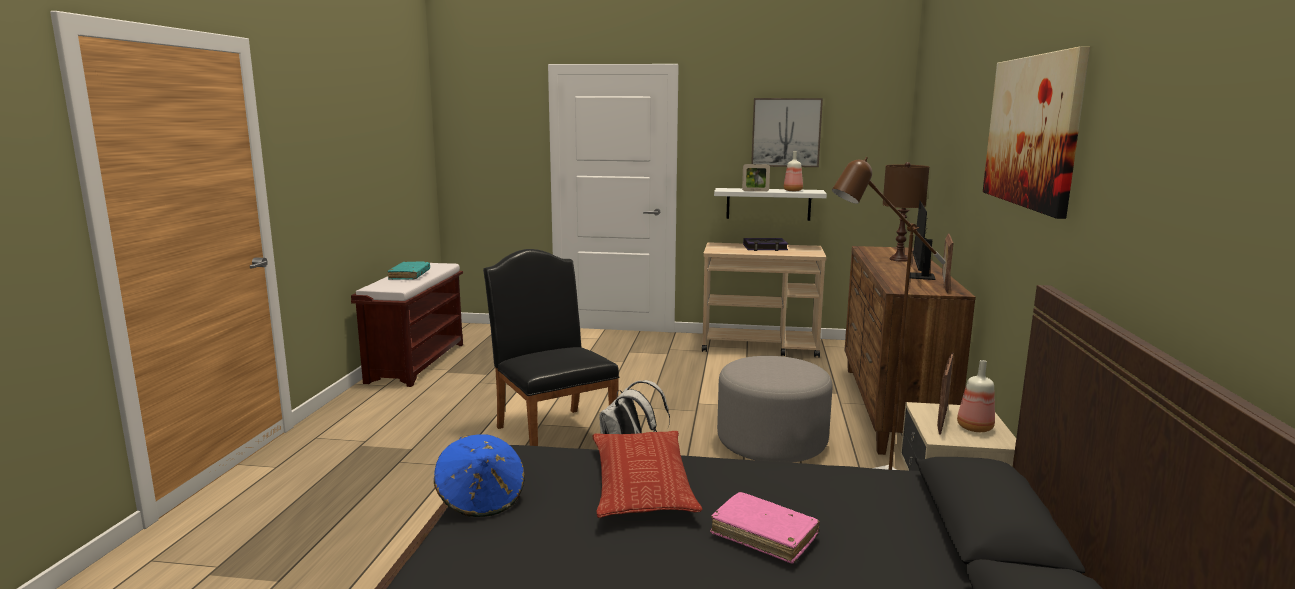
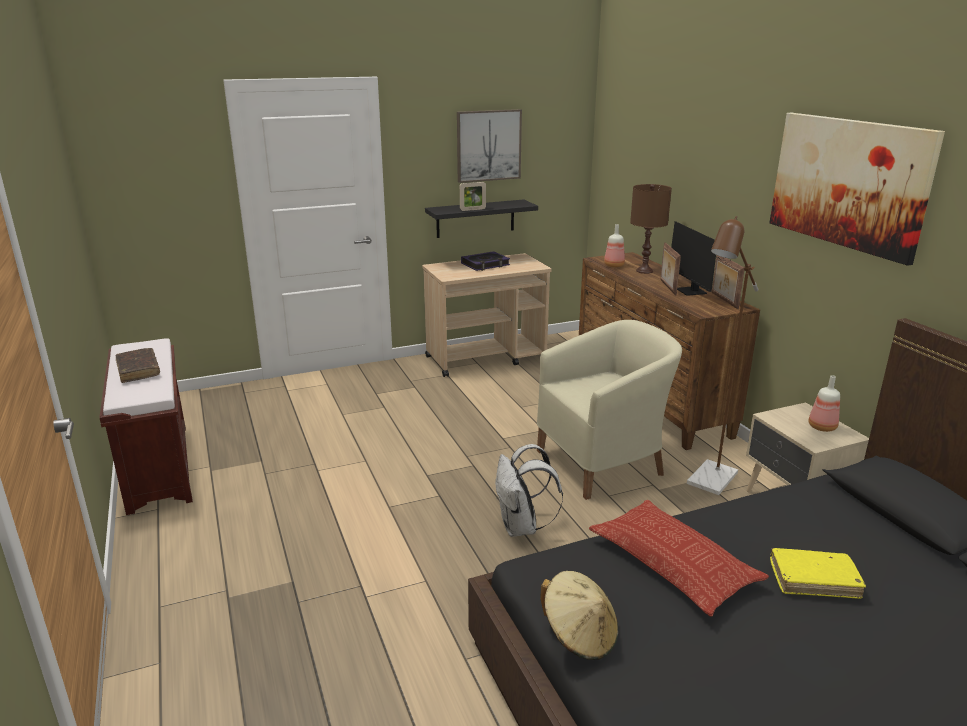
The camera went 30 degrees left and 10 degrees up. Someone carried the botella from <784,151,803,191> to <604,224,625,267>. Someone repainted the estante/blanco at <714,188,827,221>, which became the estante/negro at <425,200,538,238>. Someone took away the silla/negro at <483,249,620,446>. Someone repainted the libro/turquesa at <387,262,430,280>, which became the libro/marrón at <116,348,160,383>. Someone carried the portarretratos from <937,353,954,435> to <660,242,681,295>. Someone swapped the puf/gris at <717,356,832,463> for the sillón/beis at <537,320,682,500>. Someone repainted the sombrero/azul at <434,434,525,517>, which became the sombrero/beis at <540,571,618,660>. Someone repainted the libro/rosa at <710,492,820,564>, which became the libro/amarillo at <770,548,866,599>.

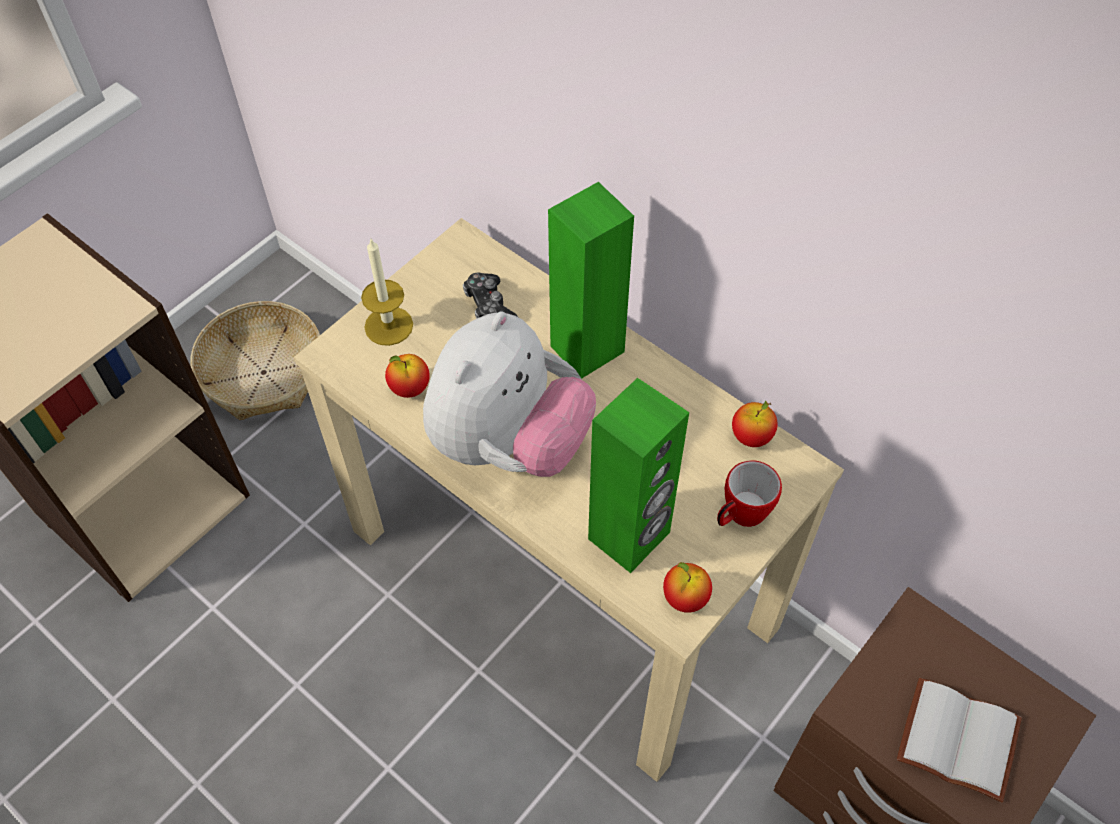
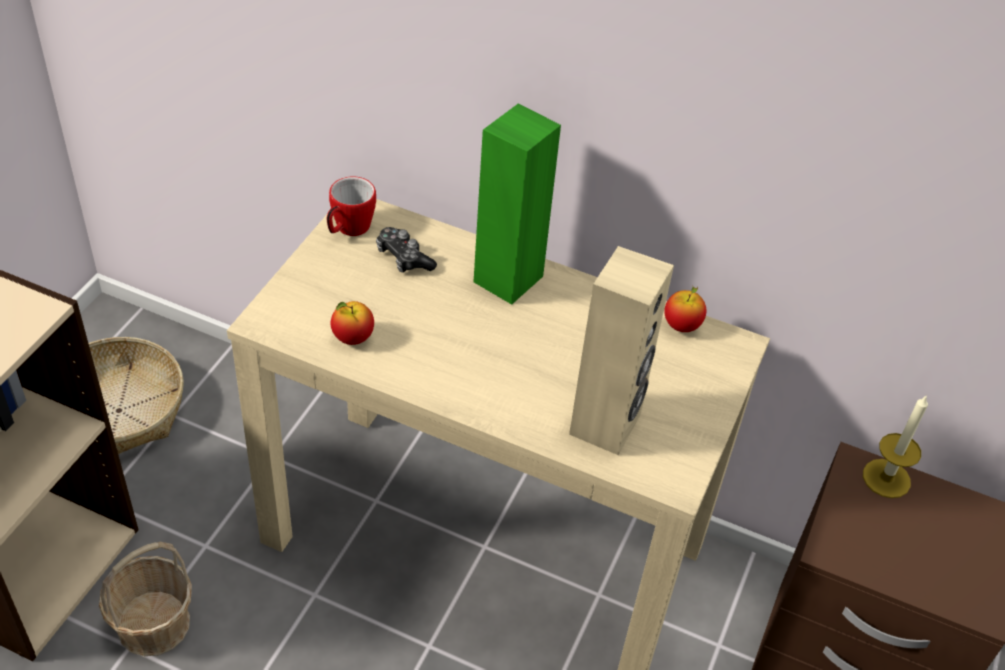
The camera went 20 degrees left and 10 degrees down. Someone carried the vela from <361,239,413,346> to <863,394,928,498>. Someone took away the peluche at <423,311,596,477>. Someone repainted the altavoz/verde at <588,378,689,573>, which became the altavoz/beis at <569,246,674,455>. Someone carried the taza grande from <717,460,782,527> to <327,176,376,236>. Someone took away the manzana at <663,562,712,613>. Someone took away the libro/blanco at <897,678,1022,802>. Someone put down the cesta at <99,542,192,656>.

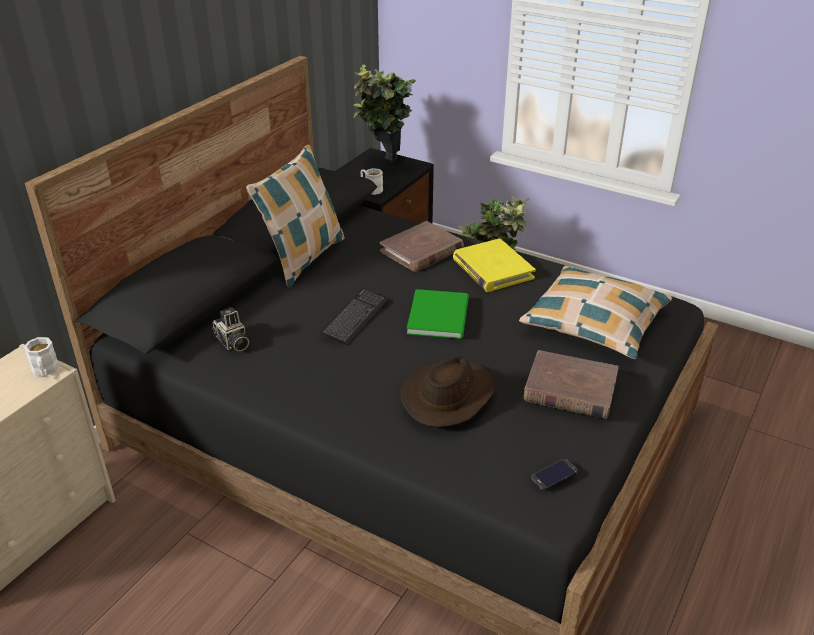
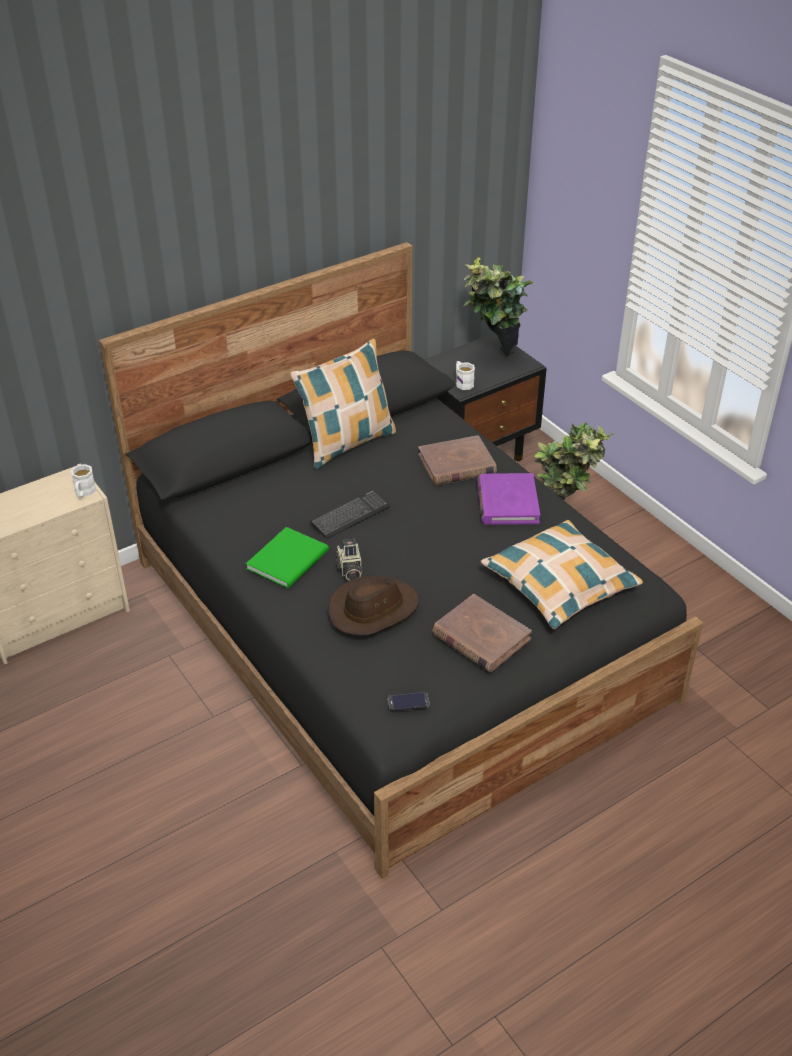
The camera went 25 degrees right and 5 degrees up. Someone repainted the libro/amarillo at <453,238,536,292>, which became the libro/morado at <477,473,540,525>. Someone carried the libro/verde from <407,289,469,339> to <246,527,329,588>. Someone carried the cámara from <212,307,249,351> to <336,539,362,581>.

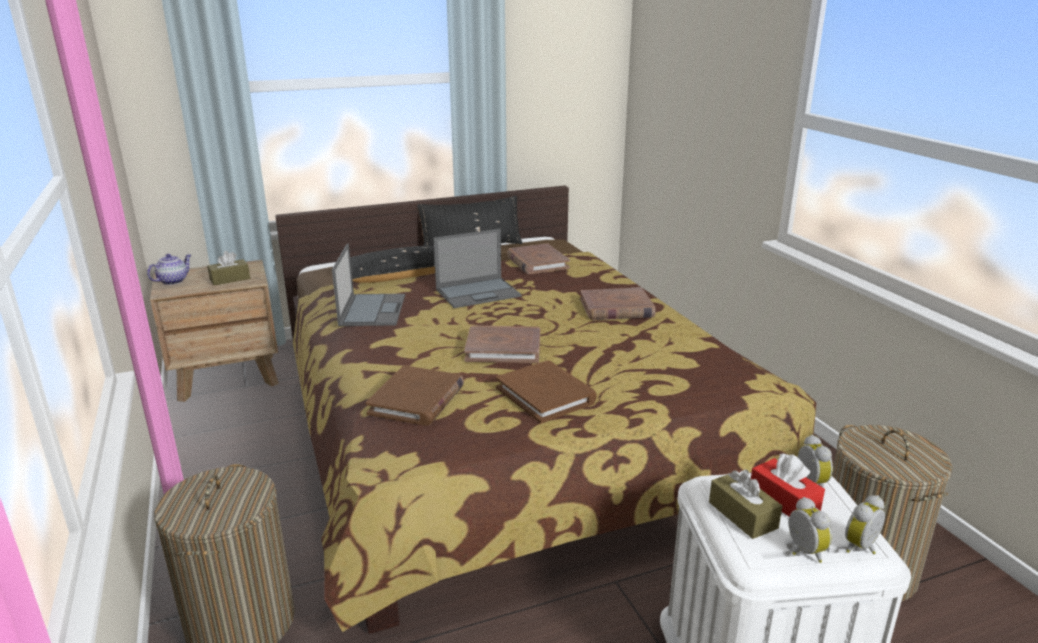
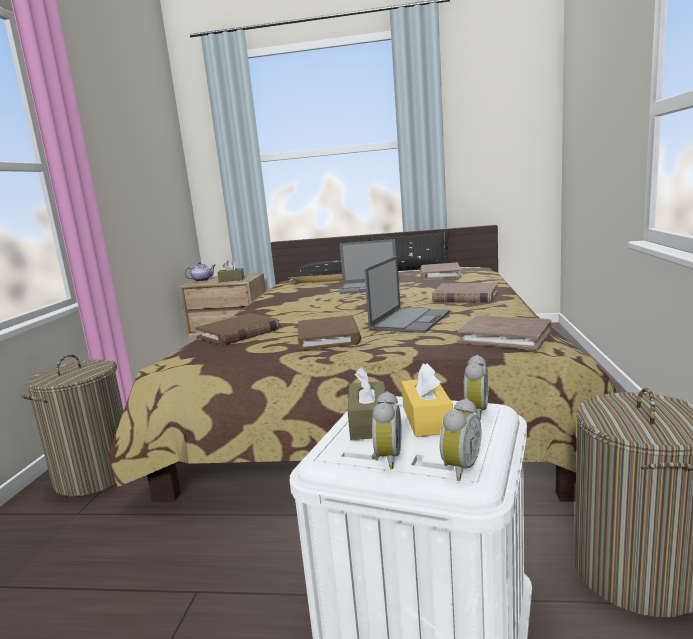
The camera went 30 degrees right and 10 degrees down. Someone carried the portátil from <332,244,405,326> to <364,256,450,333>. Someone carried the libro/marrón from <464,325,540,363> to <457,315,552,350>. Someone repainted the caja de pañuelos/rojo at <751,453,825,517>, which became the caja de pañuelos/amarillo at <401,363,453,437>. Someone rotated the despertador at <845,495,885,554> by 135 degrees clockwise.

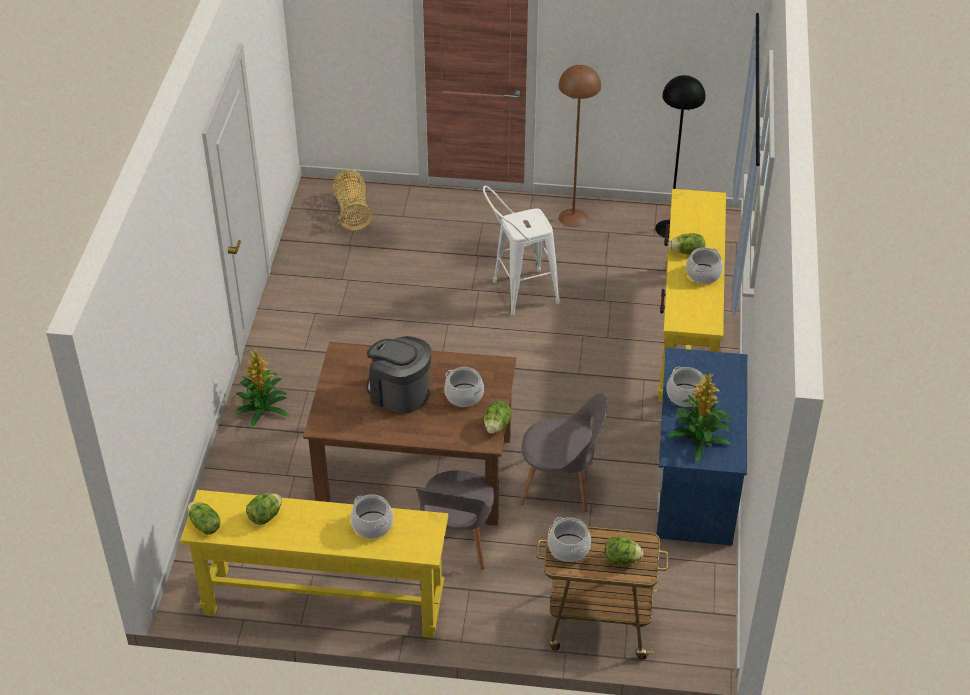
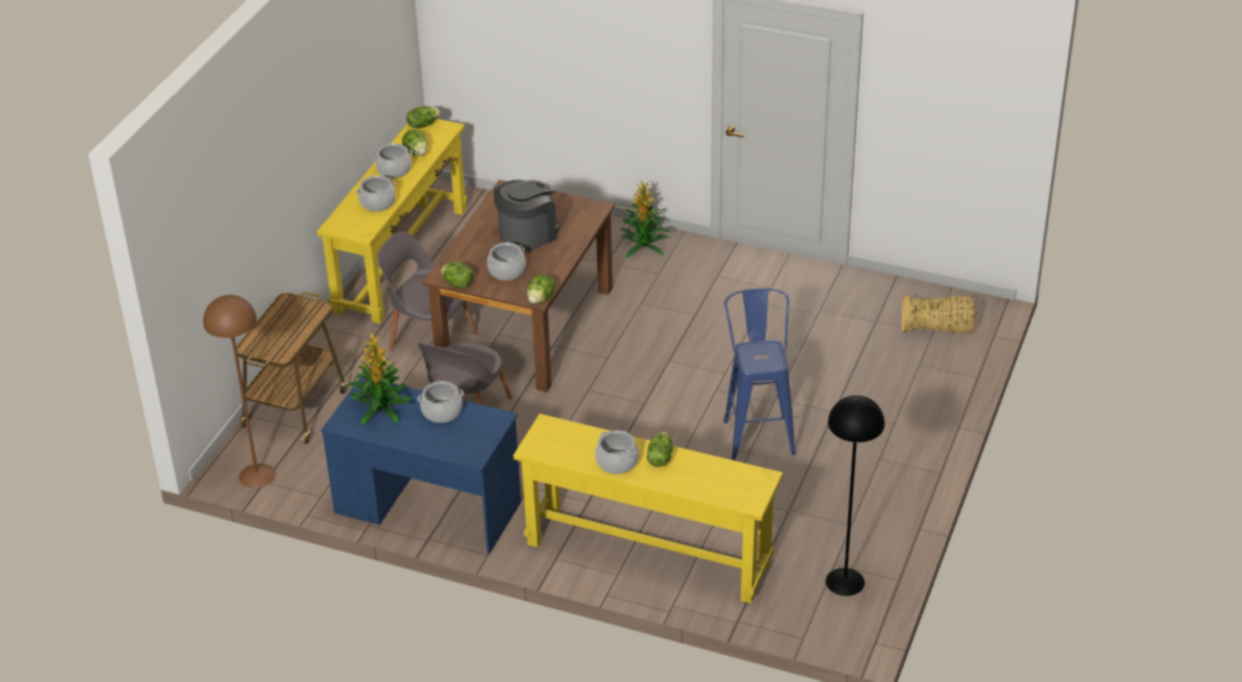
The camera went 105 degrees right and 5 degrees down. Someone carried the lámpara de pie/marrón from <559,65,601,227> to <203,295,276,488>. Someone repainted the taburete/blanco at <483,186,560,315>, which became the taburete/azul at <723,288,796,460>. Someone carried the olla from <548,517,591,562> to <373,143,413,178>. Someone carried the lechuga from <605,537,643,565> to <526,274,555,304>.

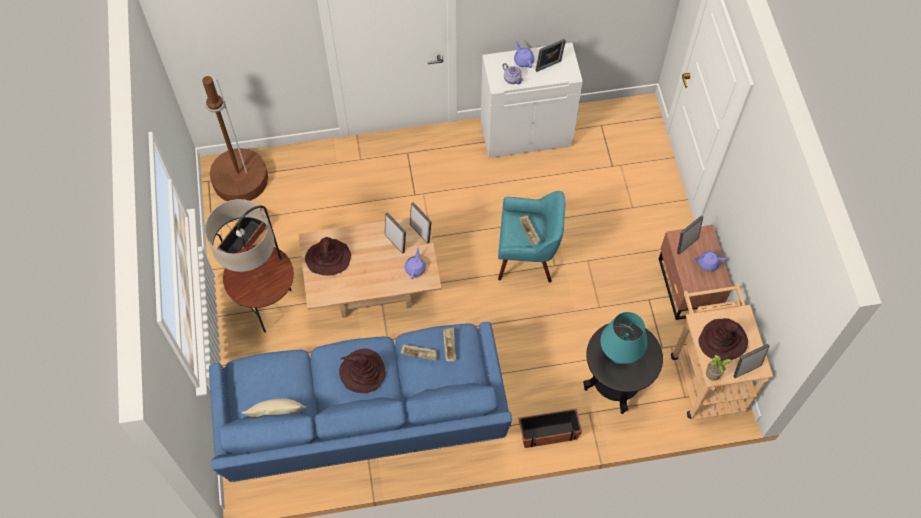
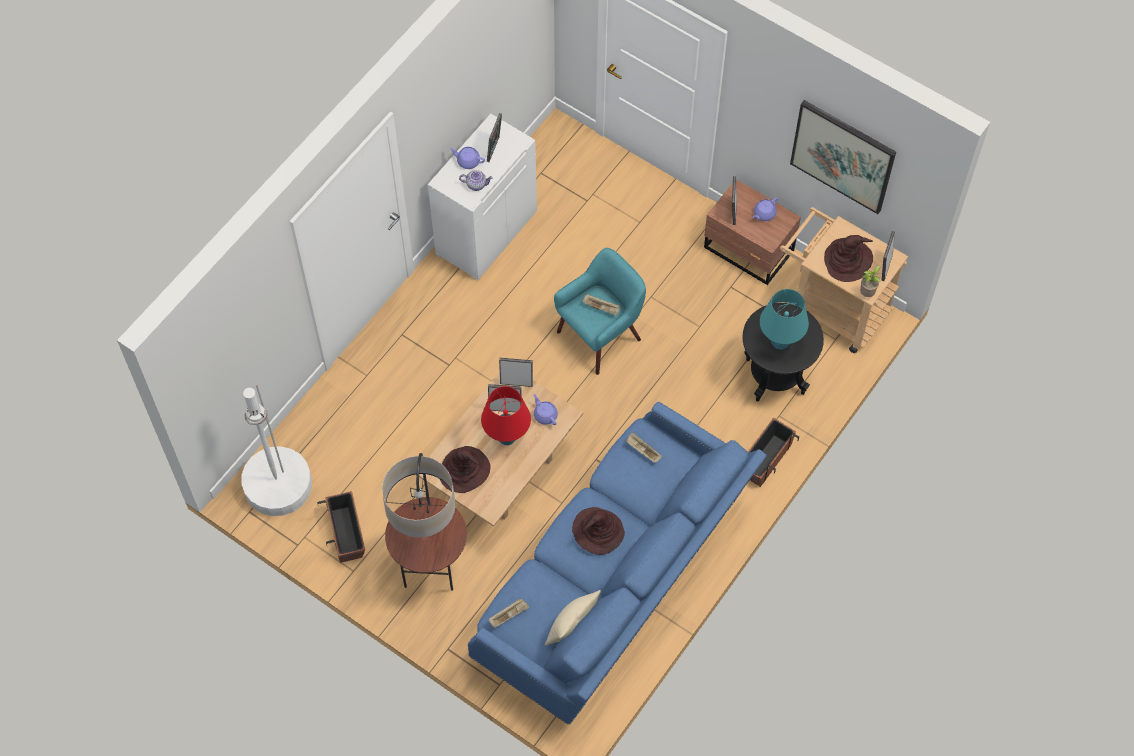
The camera went 45 degrees left and 0 degrees up. Someone repainted the lámpara de pie/marrón at <202,76,268,201>, which became the lámpara de pie/blanco at <242,385,312,516>. Someone carried the bandeja/beis from <400,344,437,361> to <489,598,529,628>. Someone put up the cuadro at <790,100,896,214>. Someone put down the lámpara de mesa/rojo at <481,386,531,445>.

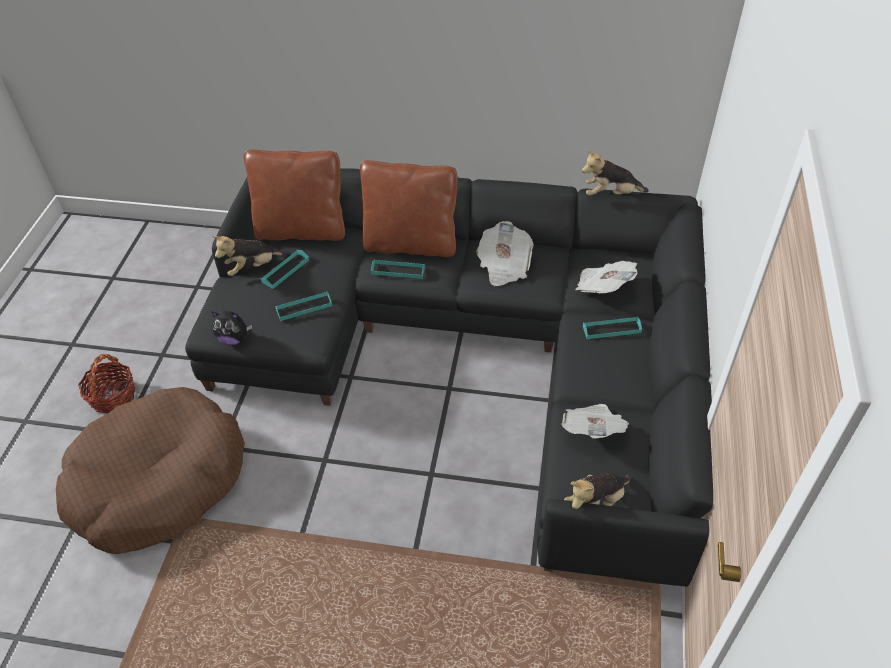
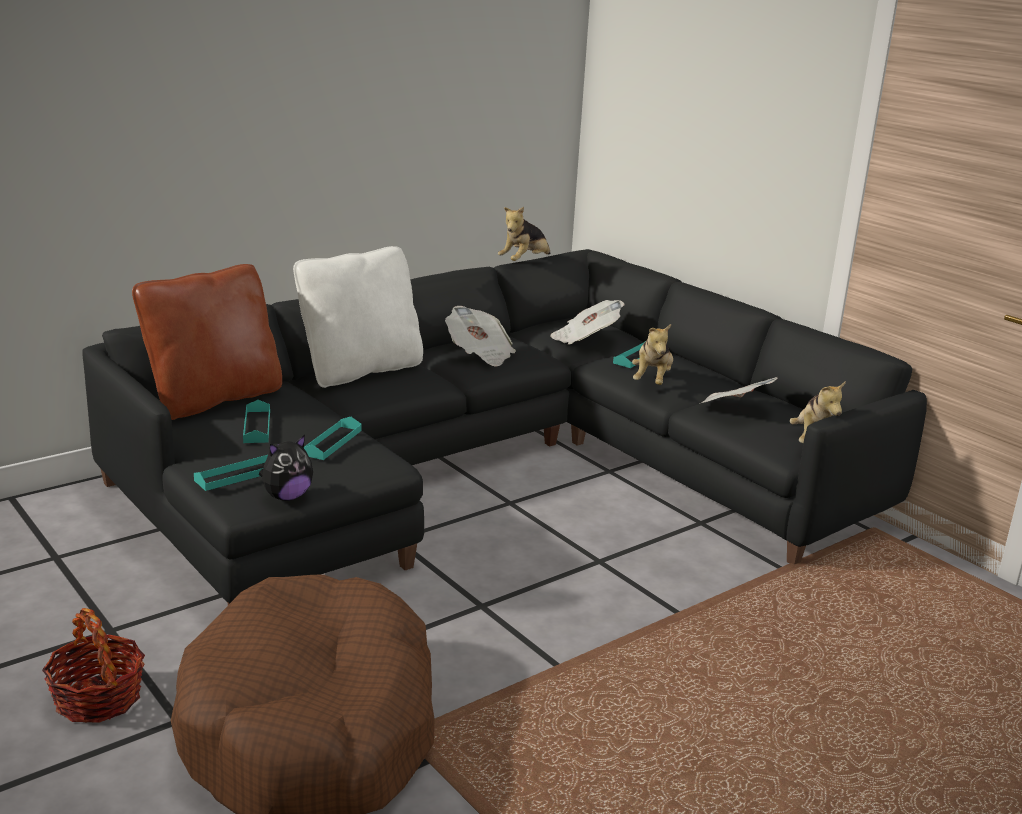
The camera went 50 degrees left and 25 degrees down. Someone repainted the cojín/marrón at <360,160,458,257>, which became the cojín/blanco at <293,246,423,388>. Someone carried the peluche from <212,236,287,276> to <632,324,673,385>. Someone carried the bandeja/turquesa from <371,259,425,279> to <194,455,268,491>.

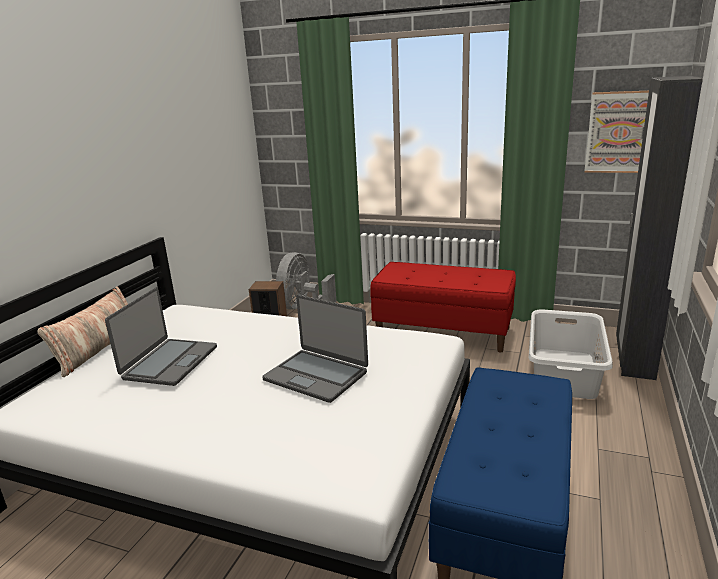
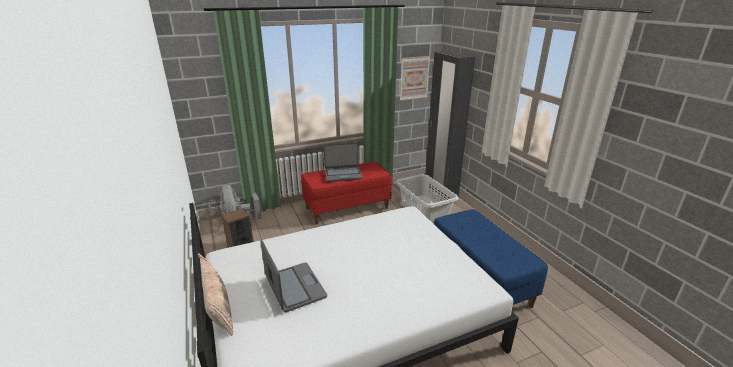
The camera went 45 degrees left and 5 degrees up. Someone carried the portátil from <262,295,368,403> to <323,143,363,182>.

